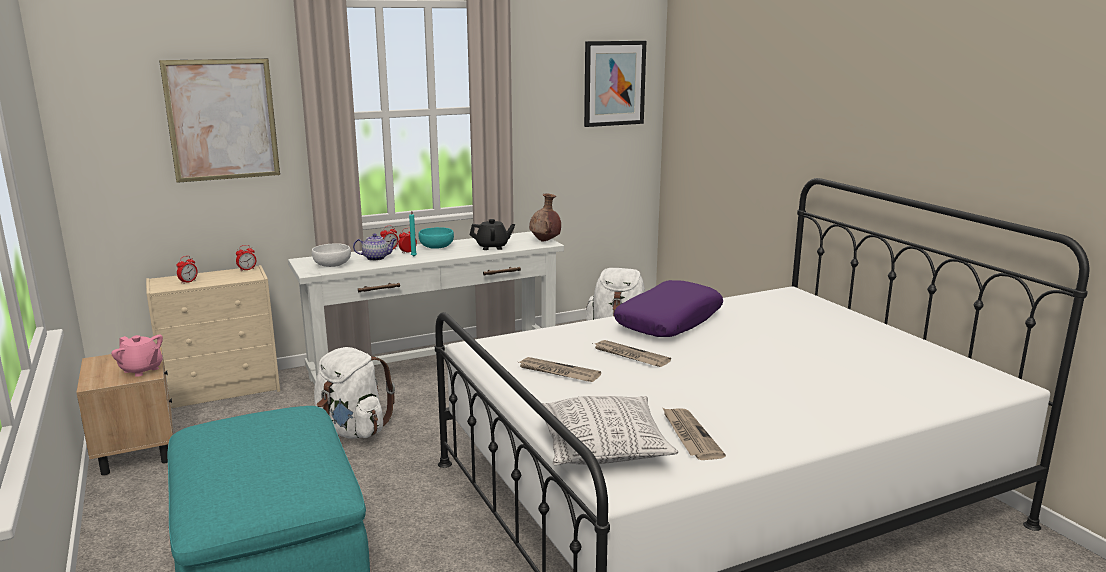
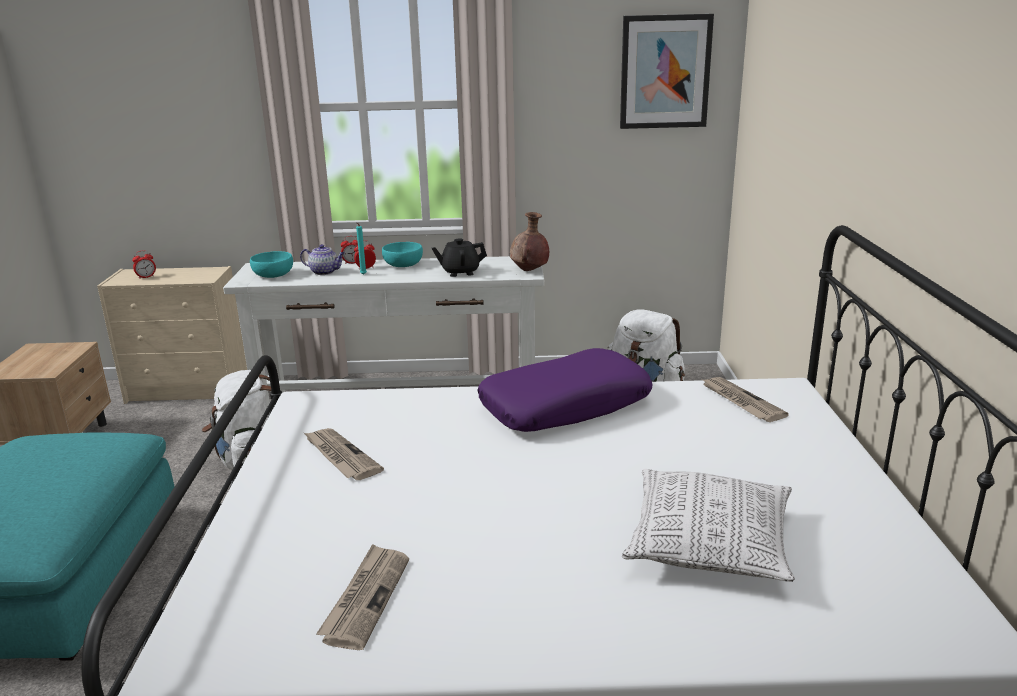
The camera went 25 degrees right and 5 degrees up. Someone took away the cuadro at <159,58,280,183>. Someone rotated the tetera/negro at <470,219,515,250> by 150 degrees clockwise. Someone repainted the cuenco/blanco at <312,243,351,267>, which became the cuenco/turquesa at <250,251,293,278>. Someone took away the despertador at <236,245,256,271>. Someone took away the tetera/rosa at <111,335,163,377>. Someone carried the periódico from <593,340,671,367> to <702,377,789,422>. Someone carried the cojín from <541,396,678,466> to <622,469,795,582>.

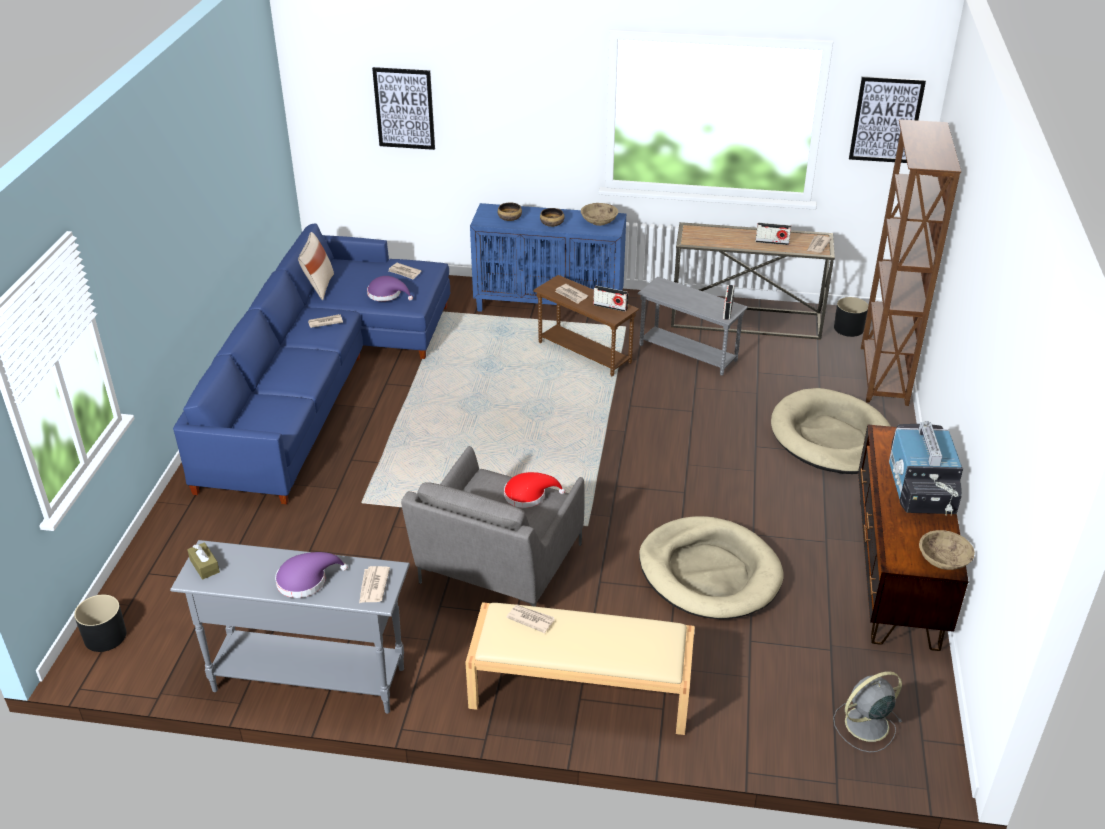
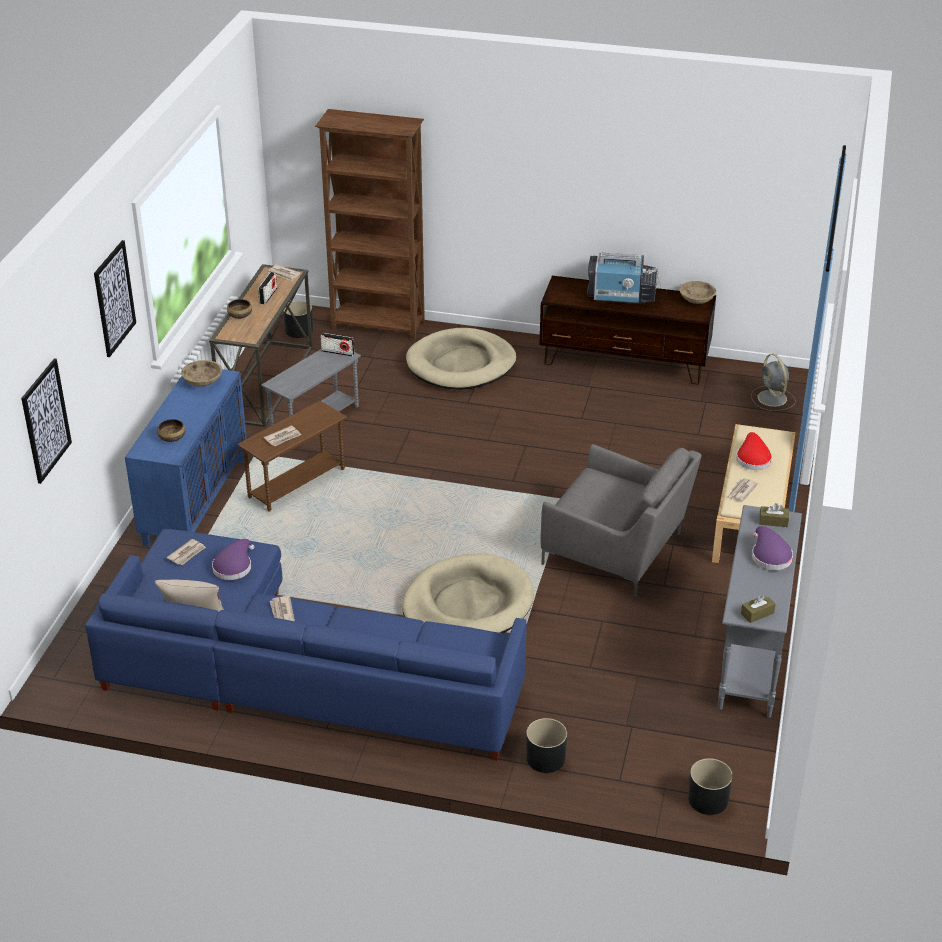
The camera went 85 degrees left and 0 degrees up. Someone carried the cuadro from <849,76,926,163> to <94,240,136,357>. Someone carried the cuenco from <540,208,565,227> to <227,299,252,319>. Someone took away the radio at <593,286,628,312>. Someone carried the sombrero/rojo from <504,472,565,508> to <736,432,772,470>. Someone carried the cama para perro/beis from <639,516,784,619> to <402,554,534,633>. Someone swapped the periódico at <359,566,390,603> for the caja de pañuelos/marrón at <759,503,789,527>. Someone put down the maceta/negro at <526,718,567,773>.

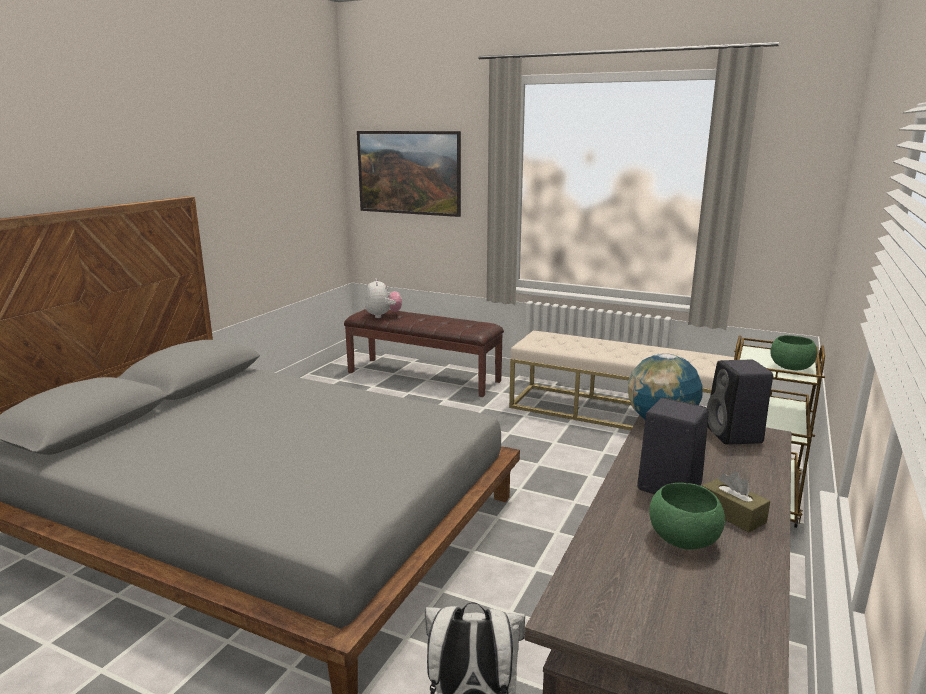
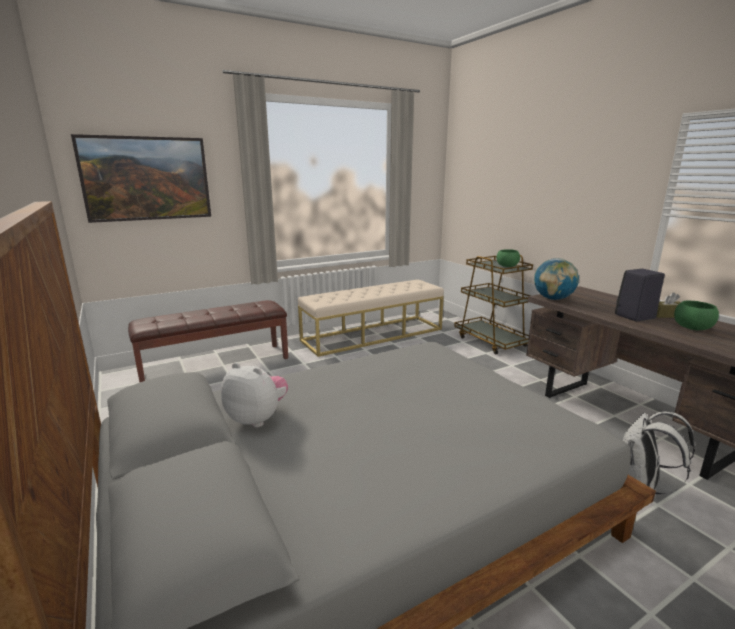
The camera went 55 degrees left and 0 degrees up. Someone carried the peluche from <365,278,402,318> to <221,363,288,427>. Someone took away the altavoz/negro at <707,360,773,445>.

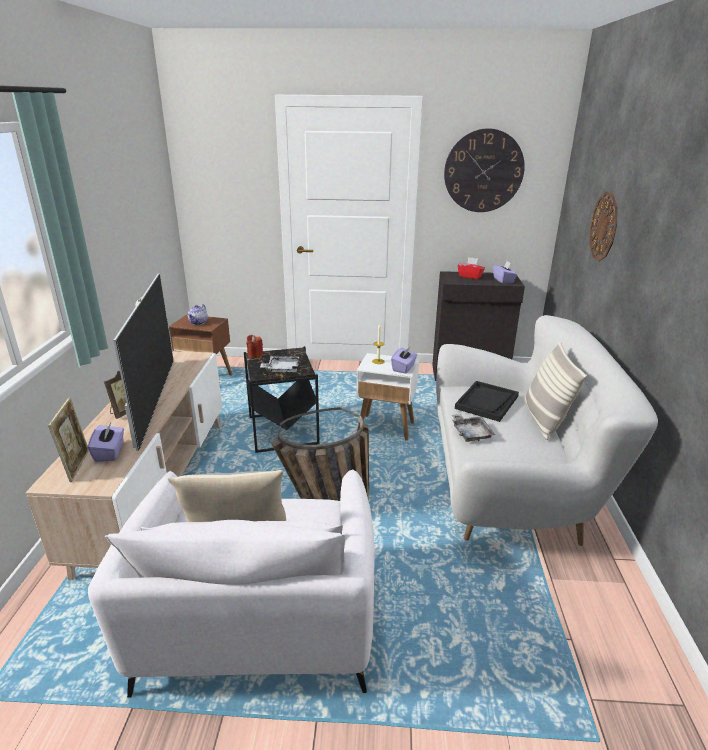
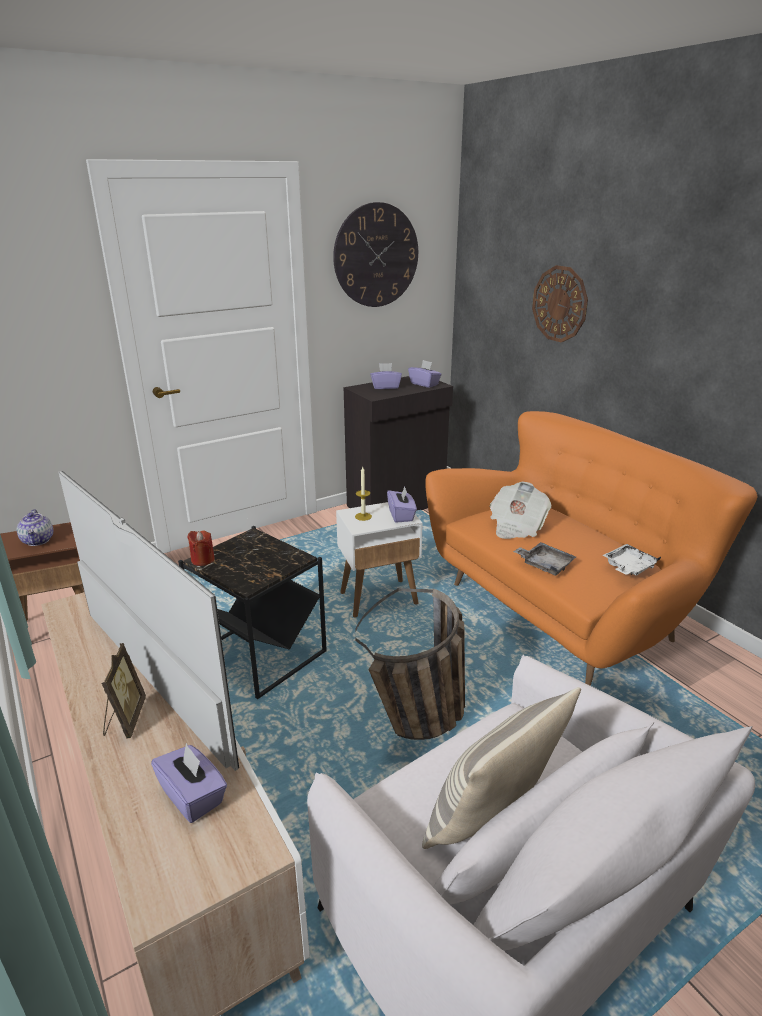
The camera went 35 degrees left and 0 degrees up. Someone repainted the caja de pañuelos/rojo at <458,257,485,279>, which became the caja de pañuelos/morado at <370,363,402,389>. Someone repainted the sofá/blanco at <436,315,658,546>, which became the sofá/naranja at <426,411,758,686>. Someone took away the cojín at <524,342,587,440>. Someone carried the bandeja/blanco from <260,356,299,372> to <603,544,661,576>. Someone swapped the bandeja/negro at <455,381,519,422> for the periódico at <490,482,551,539>. Someone took away the portarretratos at <48,398,89,482>.

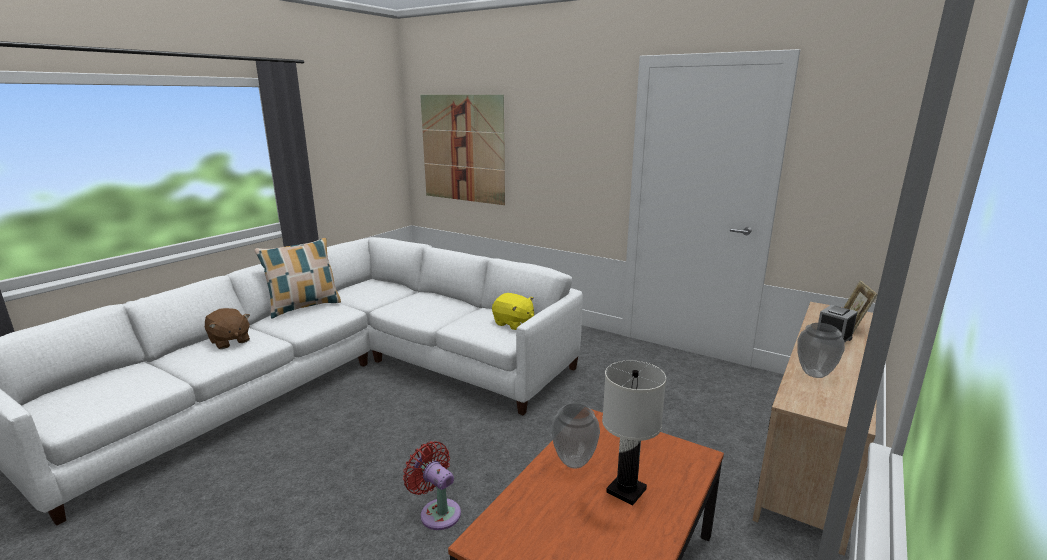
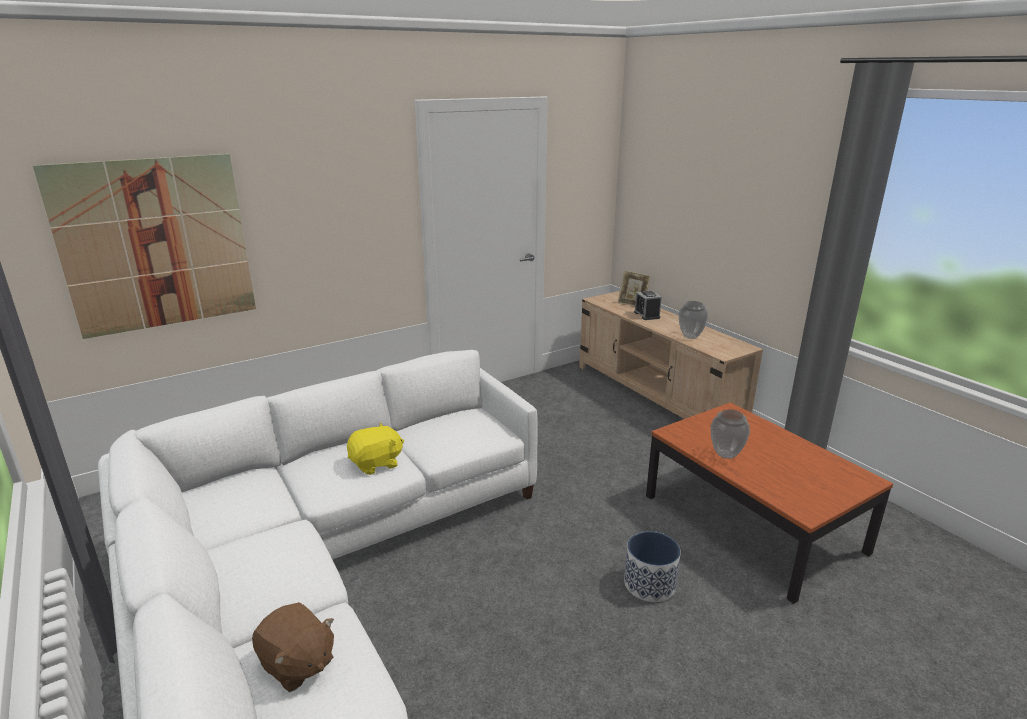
The camera went 65 degrees left and 5 degrees up. Someone took away the cojín at <255,238,341,319>. Someone carried the peluche/amarillo from <492,293,534,330> to <347,423,404,475>. Someone rotated the peluche/marrón at <205,308,250,349> by 60 degrees clockwise. Someone took away the lámpara de mesa/blanco at <602,360,666,505>. Someone swapped the ventilador/rojo at <403,441,461,530> for the maceta at <624,531,681,602>.

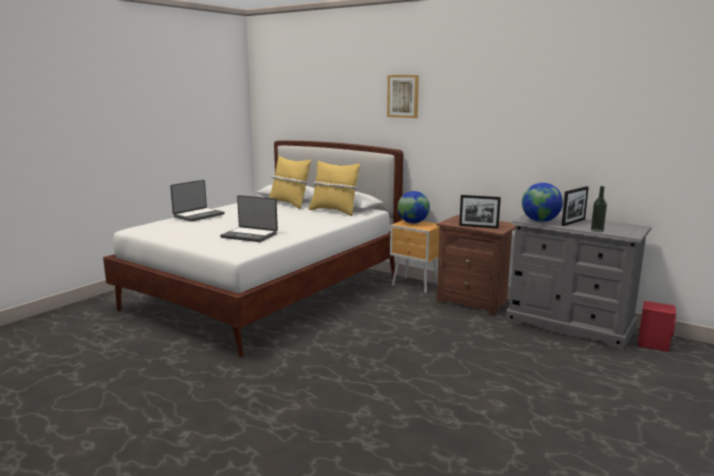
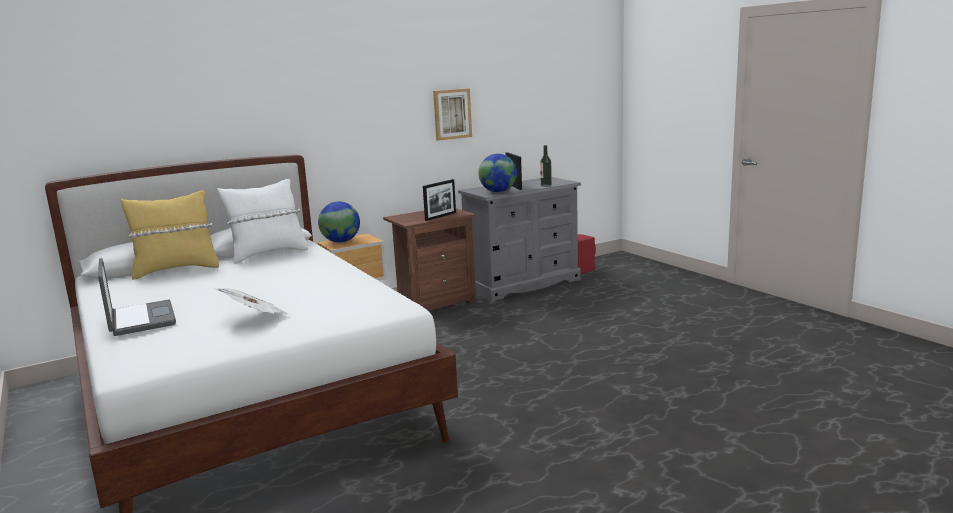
The camera went 65 degrees left and 0 degrees up. Someone carried the cuadro from <387,75,419,118> to <433,89,472,141>. Someone repainted the cojín/amarillo at <309,160,360,216>, which became the cojín/blanco at <217,179,308,264>. Someone took away the portátil at <220,195,278,242>. Someone put down the periódico at <216,288,291,315>.

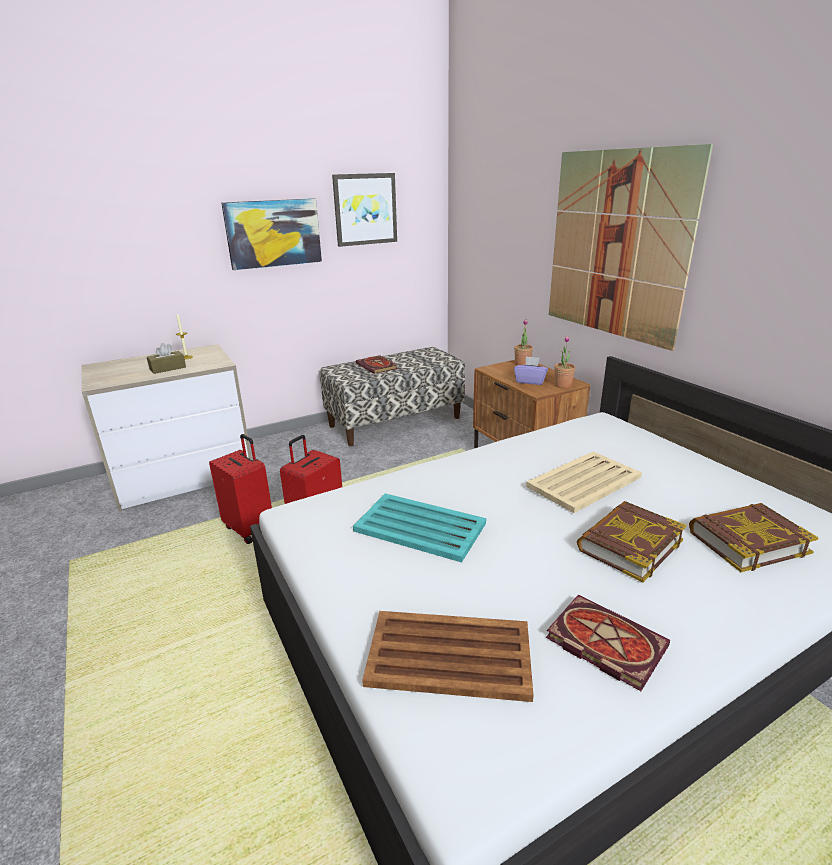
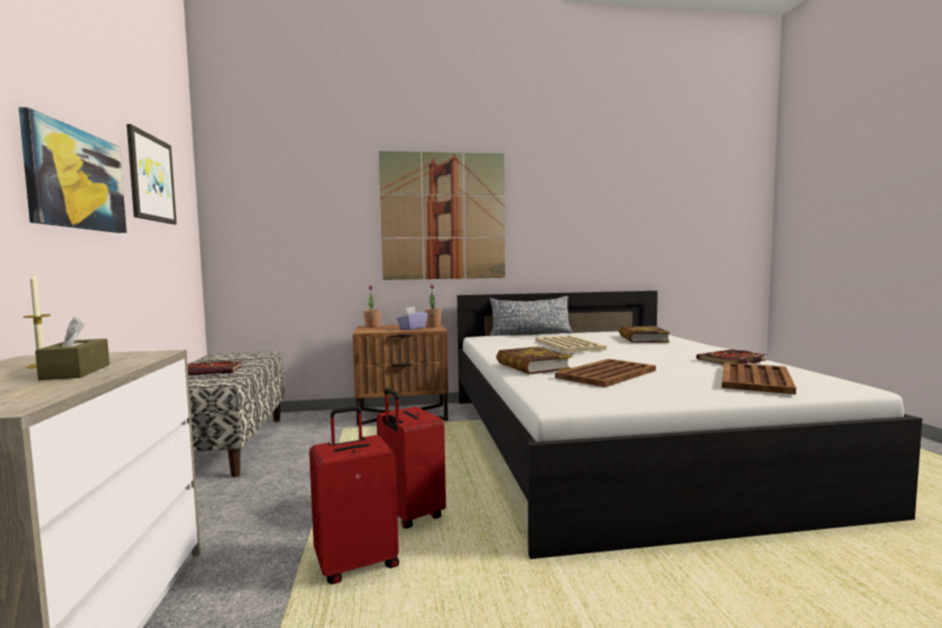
The camera went 70 degrees left and 20 degrees down. Someone repainted the bandeja/turquesa at <353,493,486,562>, which became the bandeja/marrón at <555,359,656,387>. Someone carried the libro from <577,501,686,582> to <496,346,572,374>. Someone put down the cojín at <489,296,573,336>.

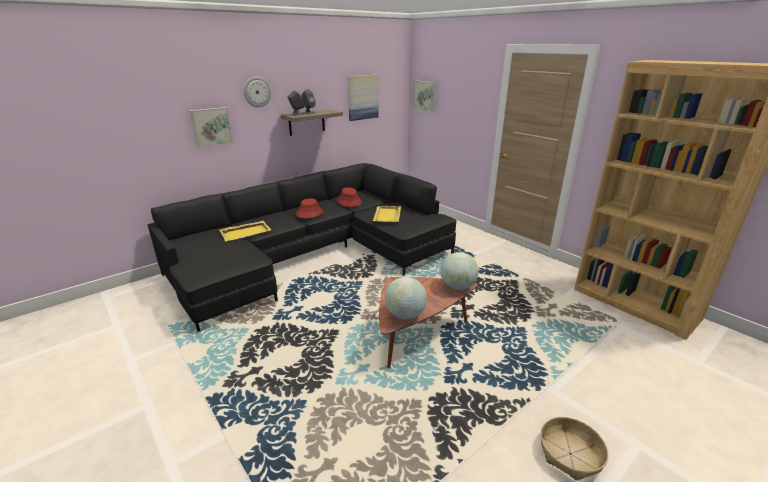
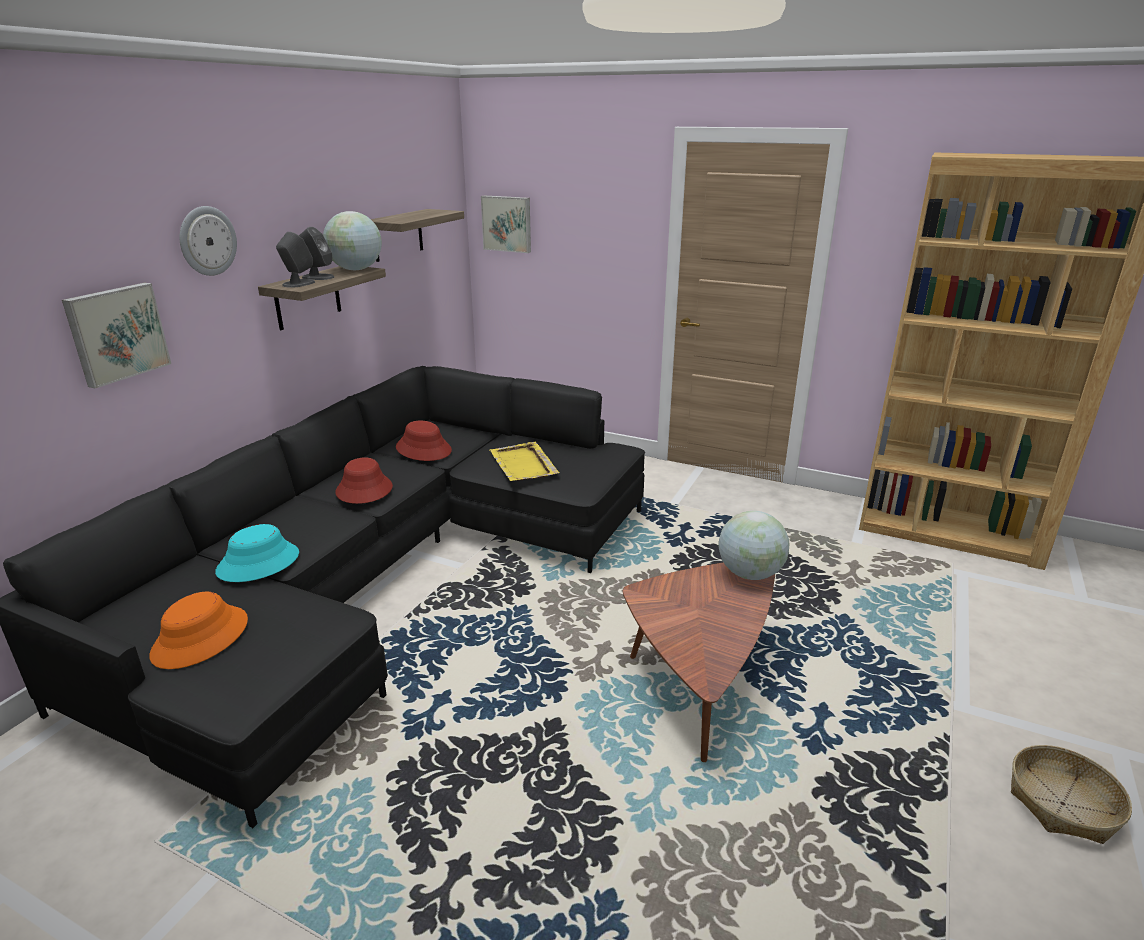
The camera went 25 degrees left and 0 degrees up. Someone swapped the cuadro at <348,74,378,121> for the estante at <371,209,464,262>. Someone swapped the bandeja/amarillo at <219,221,271,241> for the sombrero/turquesa at <215,524,299,582>. Someone carried the globo terráqueo from <385,277,427,319> to <323,211,382,270>. Someone put down the sombrero/naranja at <149,591,248,669>.

